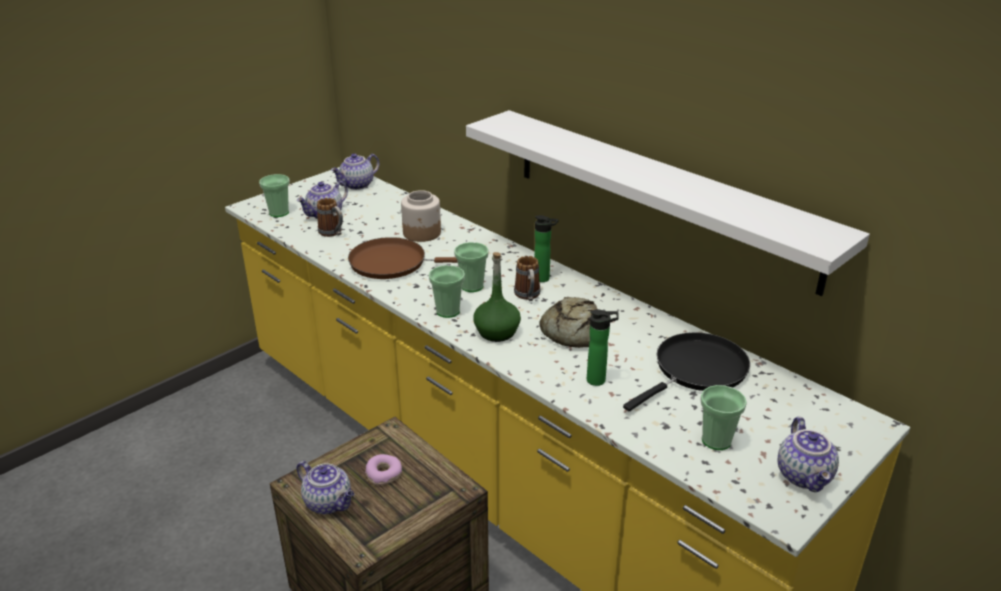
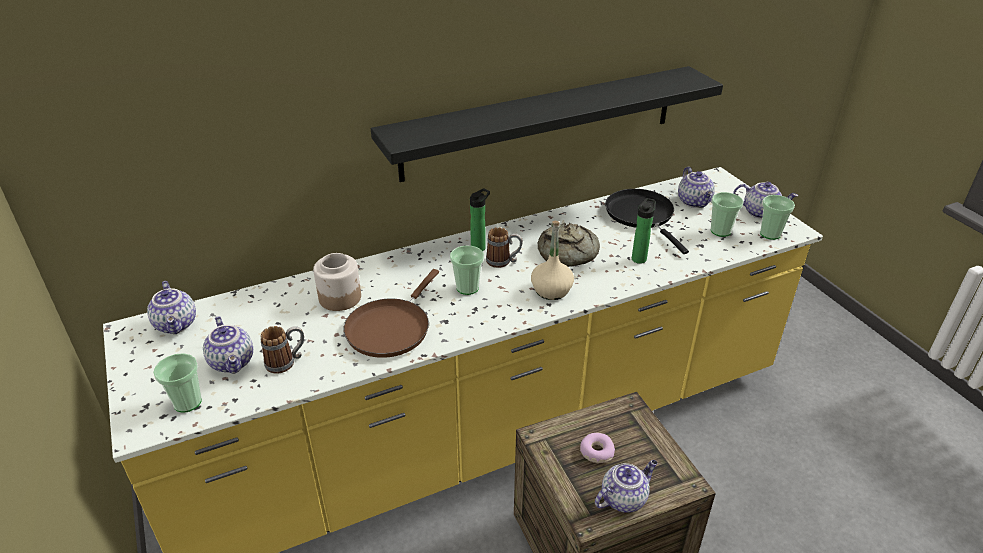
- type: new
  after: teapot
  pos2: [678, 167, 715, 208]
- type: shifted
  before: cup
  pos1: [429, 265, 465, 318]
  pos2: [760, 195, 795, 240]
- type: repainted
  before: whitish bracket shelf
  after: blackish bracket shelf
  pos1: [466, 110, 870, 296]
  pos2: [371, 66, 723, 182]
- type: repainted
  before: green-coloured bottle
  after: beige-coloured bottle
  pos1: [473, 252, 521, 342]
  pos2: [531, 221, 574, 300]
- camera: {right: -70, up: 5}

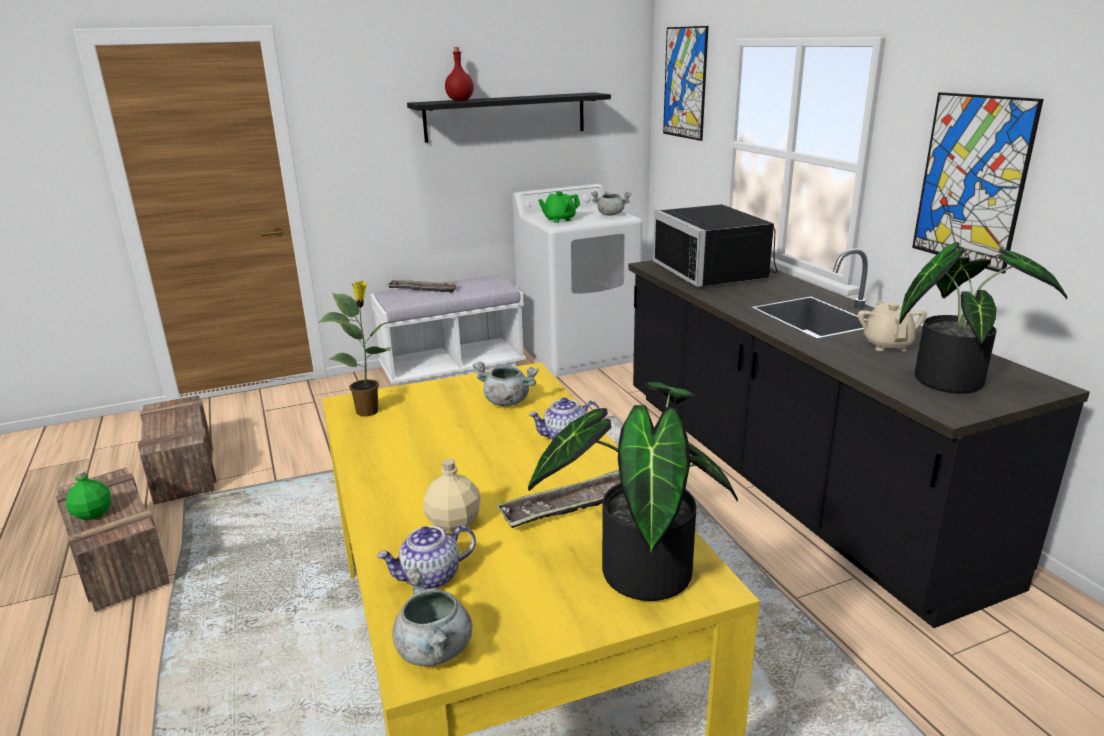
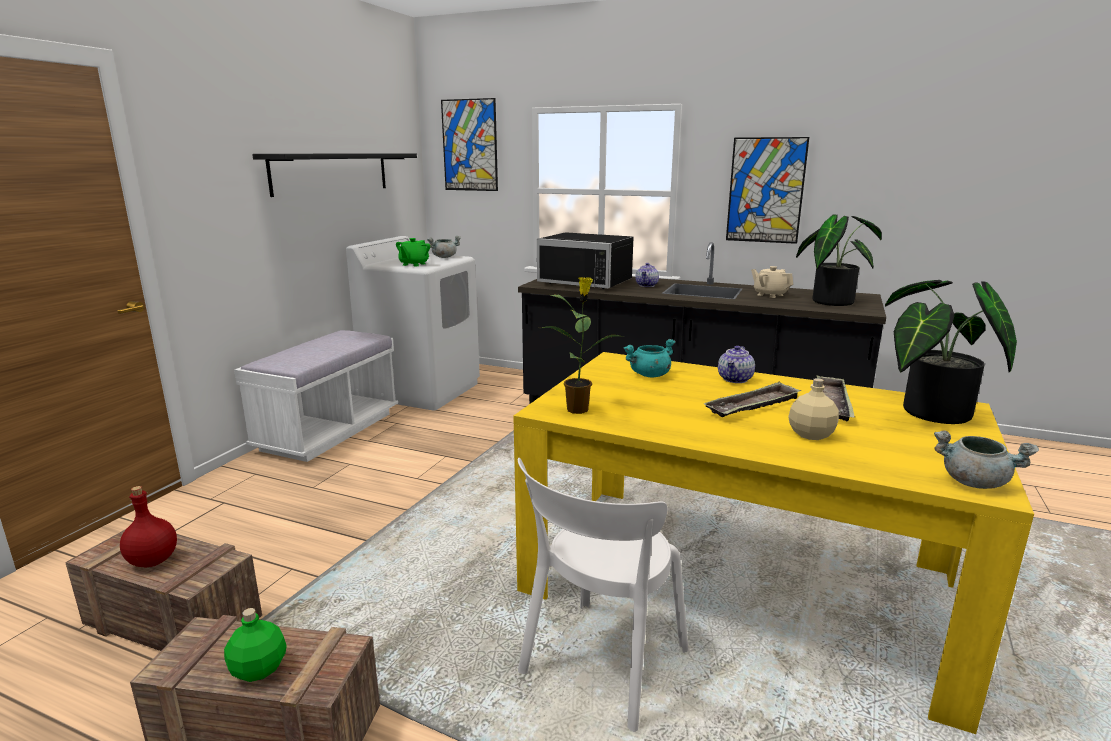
- type: new
  after: whitish upright chair
  pos2: [518, 458, 689, 732]
- type: shifted
  before: teapot
  pos1: [377, 525, 476, 590]
  pos2: [636, 263, 659, 287]
- type: shifted
  before: tray
  pos1: [387, 280, 458, 293]
  pos2: [704, 382, 801, 417]
- type: shifted
  before: red bottle
  pos1: [445, 47, 474, 101]
  pos2: [120, 486, 177, 567]
- type: repainted
  before: greyish stockpot
  after: blue-green stockpot
  pos1: [473, 362, 539, 406]
  pos2: [623, 339, 675, 377]
- camera: {right: -45, up: -5}

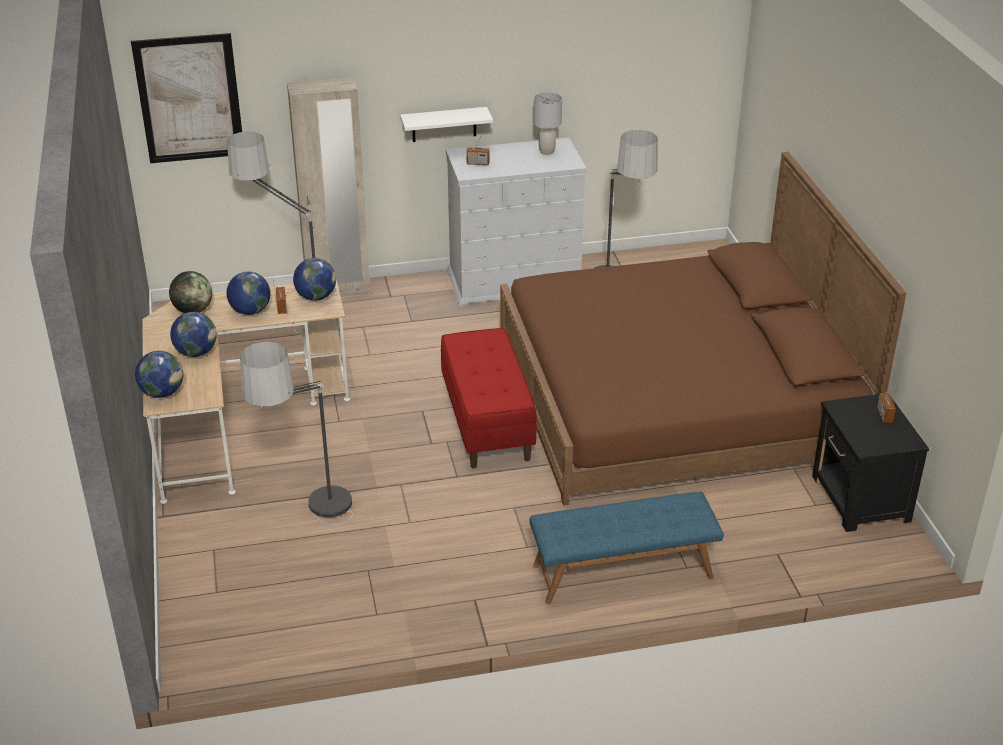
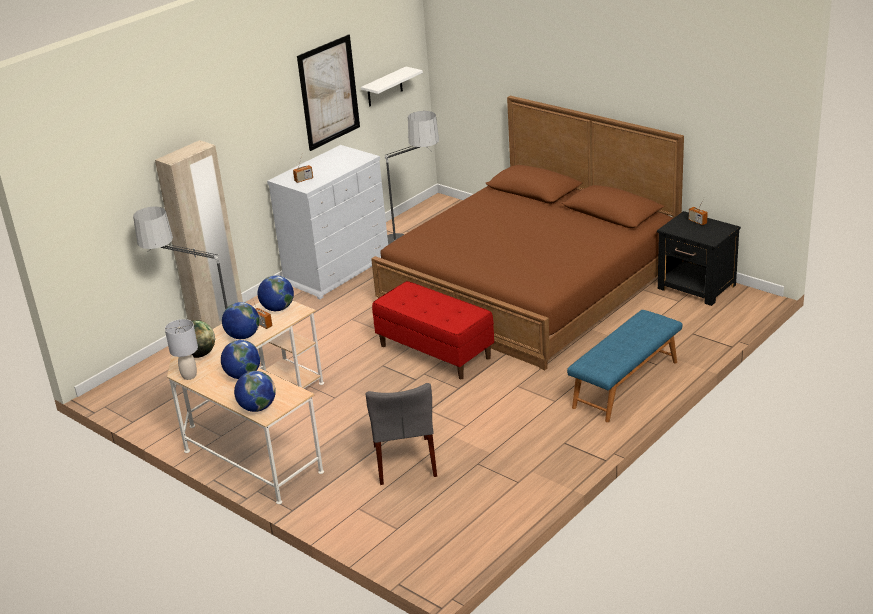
- type: shifted
  before: picture
  pos1: [131, 33, 242, 163]
  pos2: [297, 34, 360, 151]
- type: shifted
  before: whitish bracket shelf
  pos1: [400, 107, 493, 142]
  pos2: [361, 67, 423, 107]
- type: shifted
  before: greyish table lamp
  pos1: [534, 92, 562, 155]
  pos2: [165, 319, 198, 380]
- type: swapped
  before: standard lamp
  after: greyish upright chair
  pos1: [240, 342, 353, 525]
  pos2: [366, 383, 437, 485]
- camera: {right: -35, up: -5}

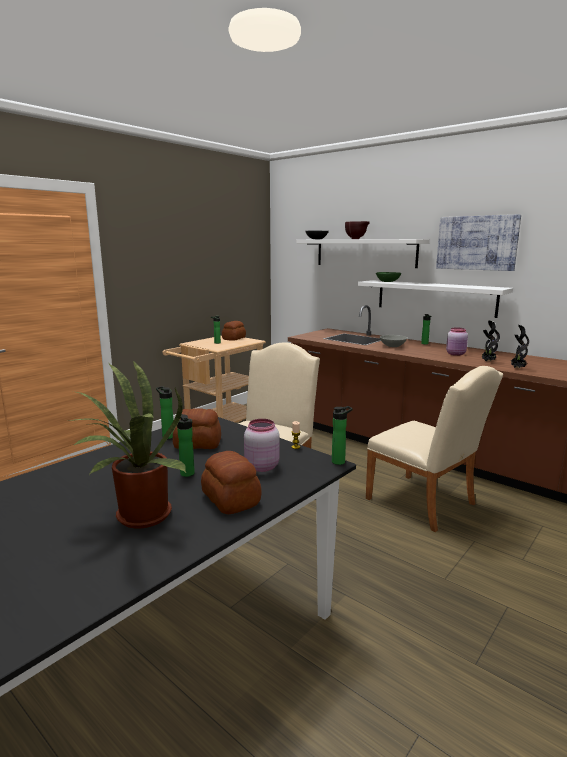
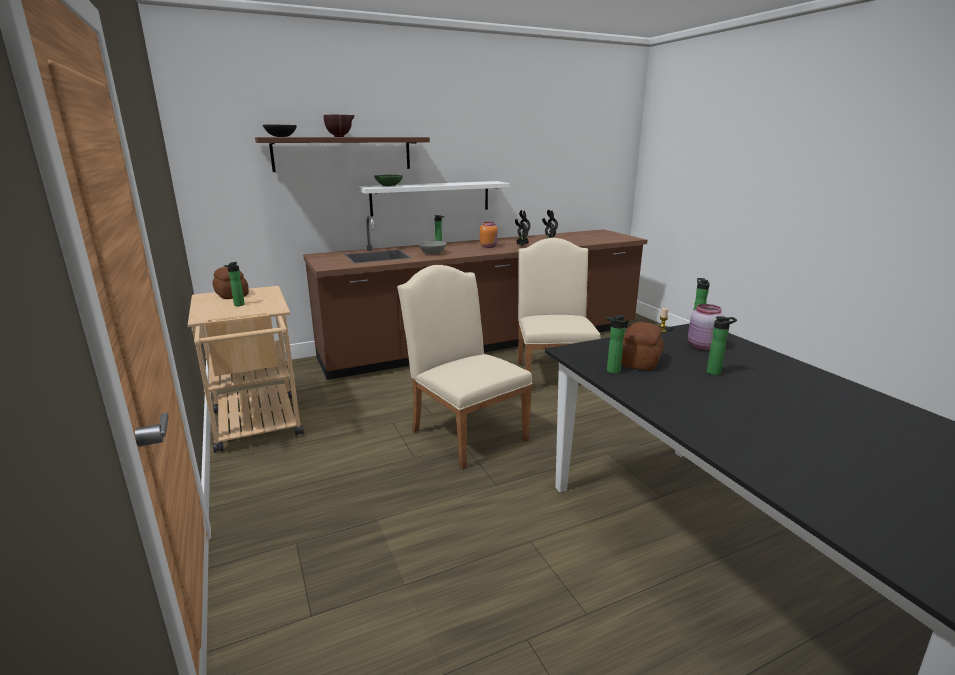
- type: gone
  before: potted plant
  pos1: [70, 360, 186, 528]
- type: gone
  before: bread
  pos1: [201, 451, 261, 514]
- type: gone
  before: picture
  pos1: [436, 214, 521, 271]
- type: repainted
  before: whitish bracket shelf
  after: brownish bracket shelf
  pos1: [296, 239, 430, 268]
  pos2: [255, 137, 430, 172]
- type: repainted
  before: pinkish preserve jar
  after: orange-coloured preserve jar
  pos1: [446, 327, 468, 356]
  pos2: [480, 222, 498, 248]
- type: rotated
  before: beige-coloured upright chair
  pos1: [366, 366, 503, 532]
  pos2: [518, 238, 600, 392]
  turn: -75
- camera: {right: -65, up: 5}

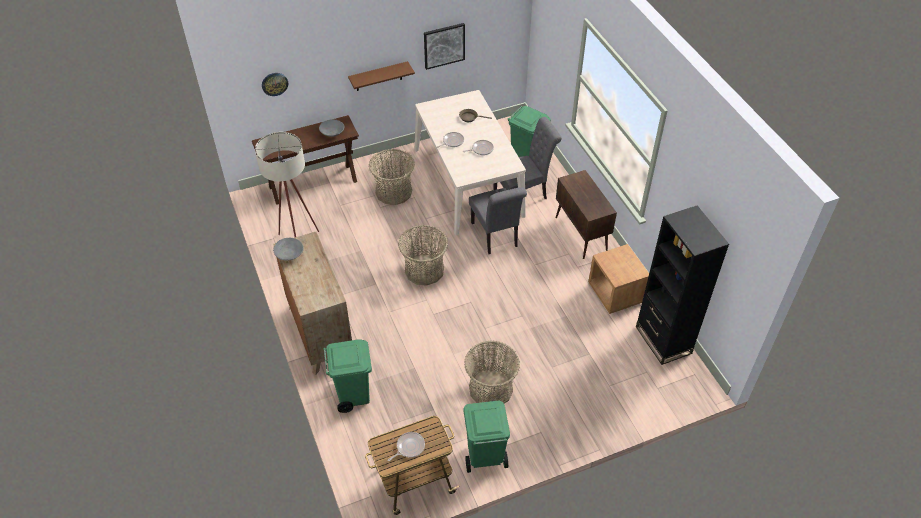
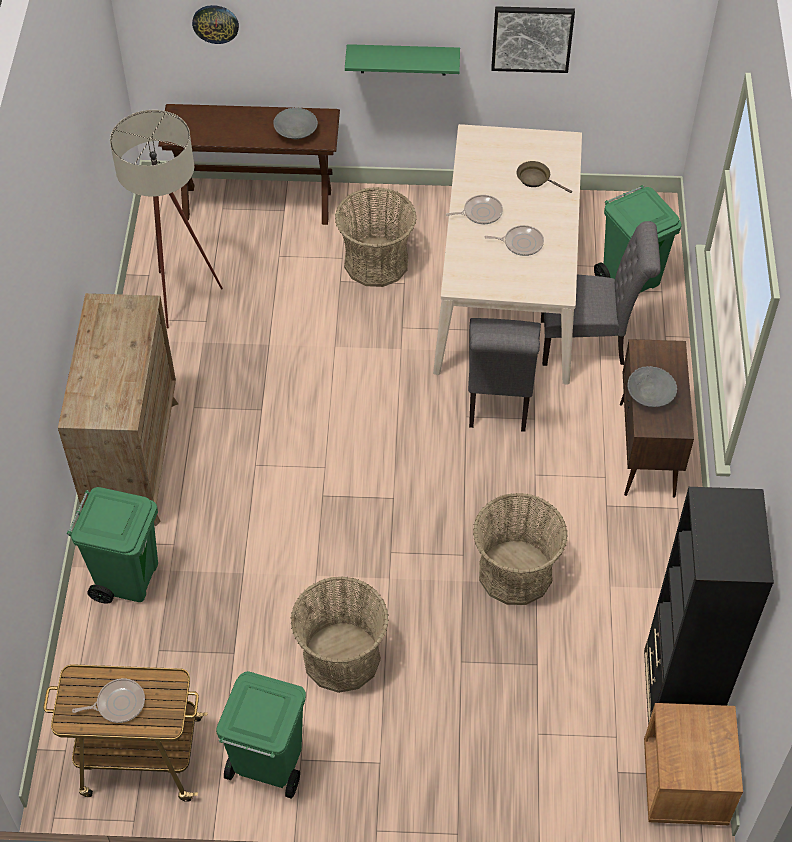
- type: shifted
  before: greyish deep dish
  pos1: [273, 237, 304, 261]
  pos2: [628, 366, 677, 407]
- type: shifted
  before: household basket
  pos1: [398, 225, 448, 286]
  pos2: [473, 493, 568, 605]
- type: shifted
  before: brownish night table
  pos1: [588, 244, 649, 314]
  pos2: [644, 703, 743, 825]
- type: repainted
  before: brownish bracket shelf
  after: green-coloured bracket shelf
  pos1: [348, 61, 415, 91]
  pos2: [345, 44, 460, 76]
- camera: {right: 25, up: 5}

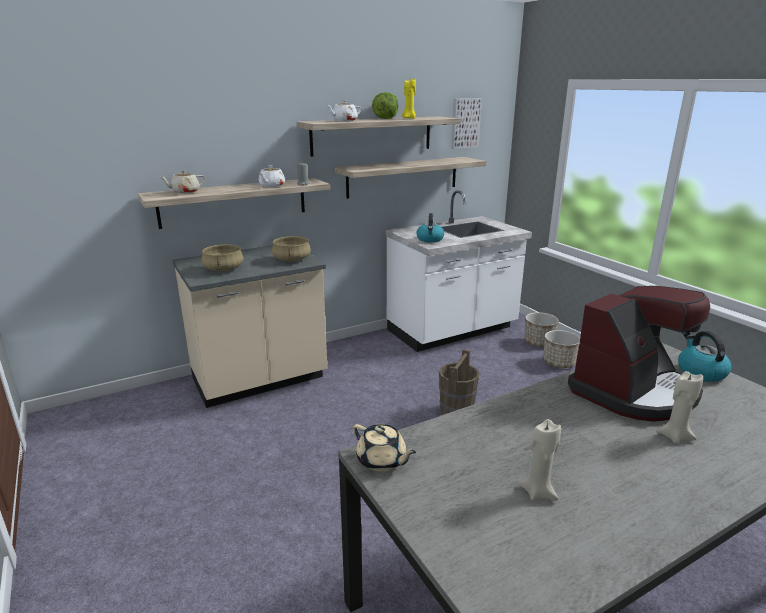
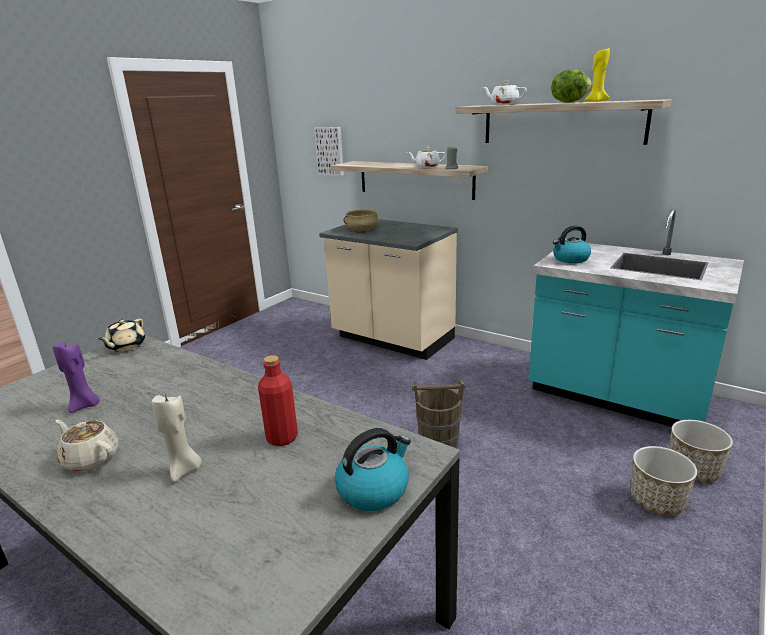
- type: gone
  before: beige-coloured stockpot
  pos1: [272, 236, 311, 262]
- type: gone
  before: bracket shelf
  pos1: [335, 157, 486, 199]
- type: shifted
  before: beige-coloured teapot
  pos1: [160, 170, 205, 194]
  pos2: [55, 420, 118, 472]
- type: shifted
  before: picture
  pos1: [451, 98, 482, 149]
  pos2: [314, 127, 344, 176]
- type: swapped
  before: coffee brewer
  after: red bottle
  pos1: [568, 286, 710, 422]
  pos2: [258, 355, 298, 446]
- type: repainted
  before: whitish kitchen counter
  after: blue-green kitchen counter
  pos1: [386, 190, 532, 352]
  pos2: [528, 208, 744, 427]
- type: repainted
  before: beige-coloured candle
  after: purple candle
  pos1: [518, 419, 561, 501]
  pos2: [53, 341, 99, 413]
- camera: {right: 65, up: 0}

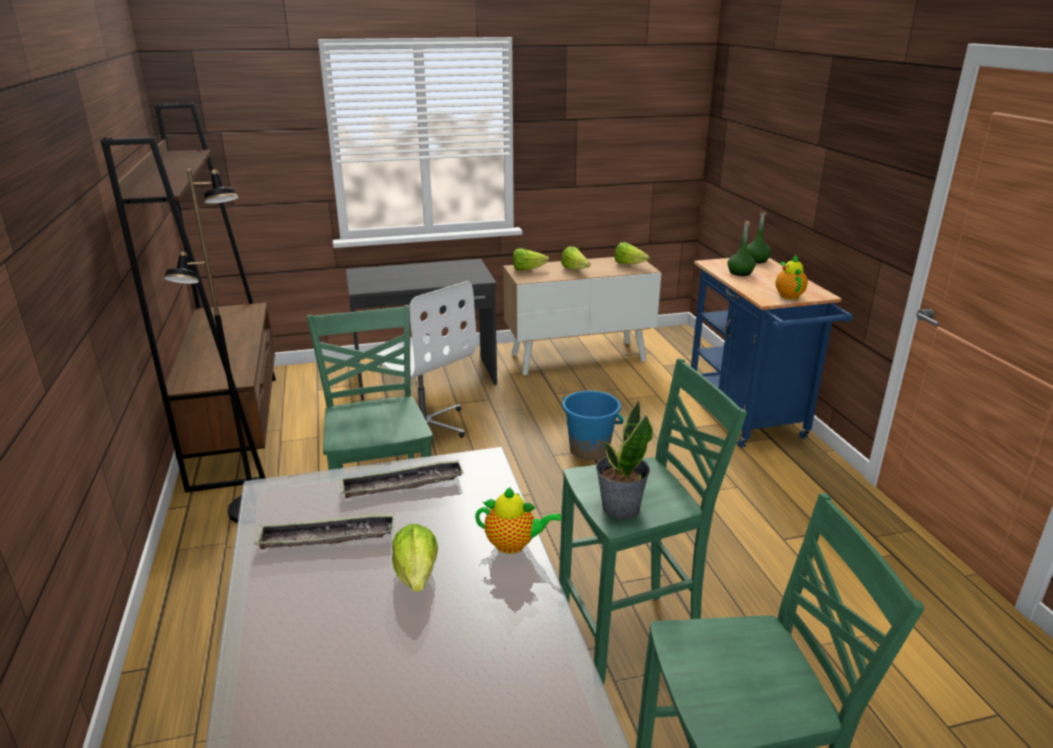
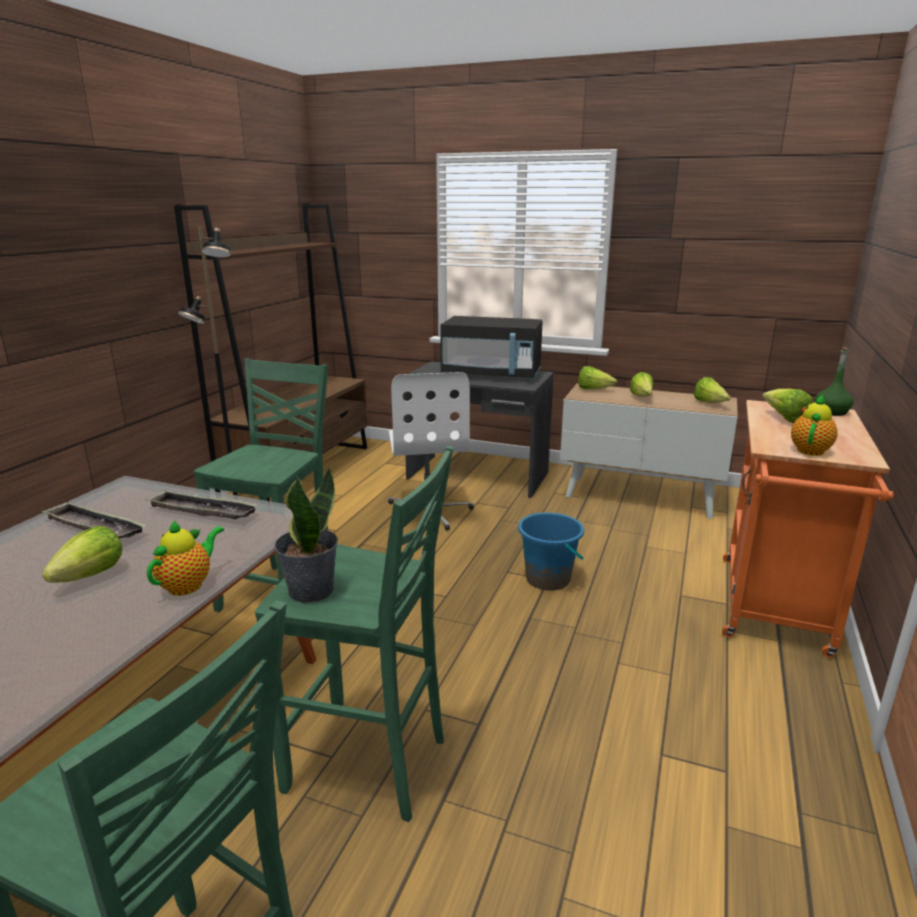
- type: new
  after: blackish microwave
  pos2: [440, 316, 543, 380]
- type: swapped
  before: green-coloured bottle
  after: lettuce
  pos1: [728, 221, 756, 276]
  pos2: [762, 389, 813, 423]
- type: repainted
  before: blue-coloured wheeled cart
  after: orange-coloured wheeled cart
  pos1: [691, 258, 853, 448]
  pos2: [722, 400, 894, 658]
- type: rotated
  before: teapot
  pos1: [475, 487, 561, 554]
  pos2: [147, 520, 224, 596]
  turn: -105
- camera: {right: 35, up: -5}

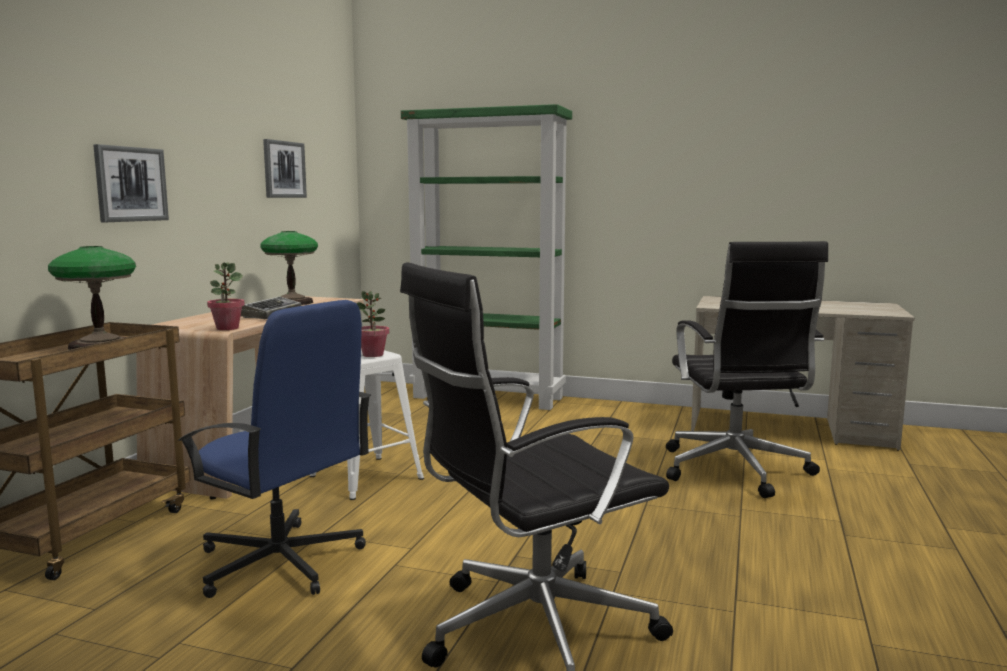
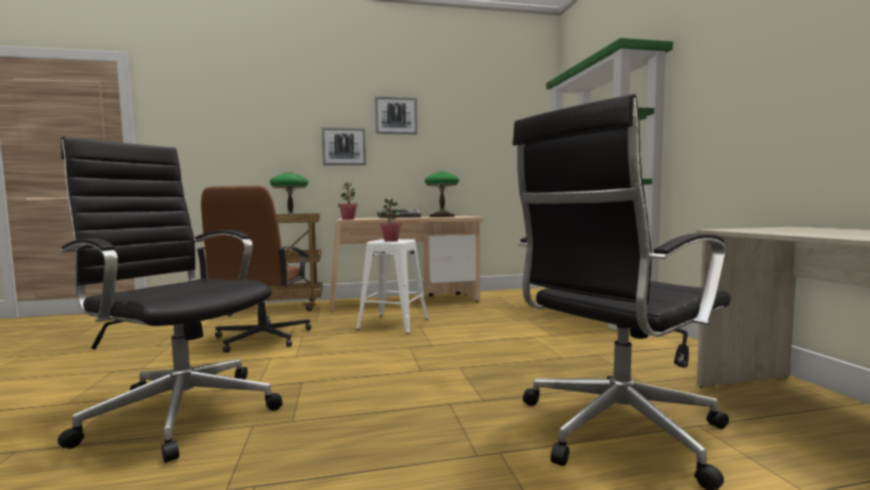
- type: shifted
  before: picture
  pos1: [263, 139, 307, 198]
  pos2: [375, 96, 417, 134]
- type: repainted
  before: blue-coloured desk chair
  after: brownish desk chair
  pos1: [178, 300, 371, 598]
  pos2: [196, 186, 311, 353]
- camera: {right: 60, up: -5}

